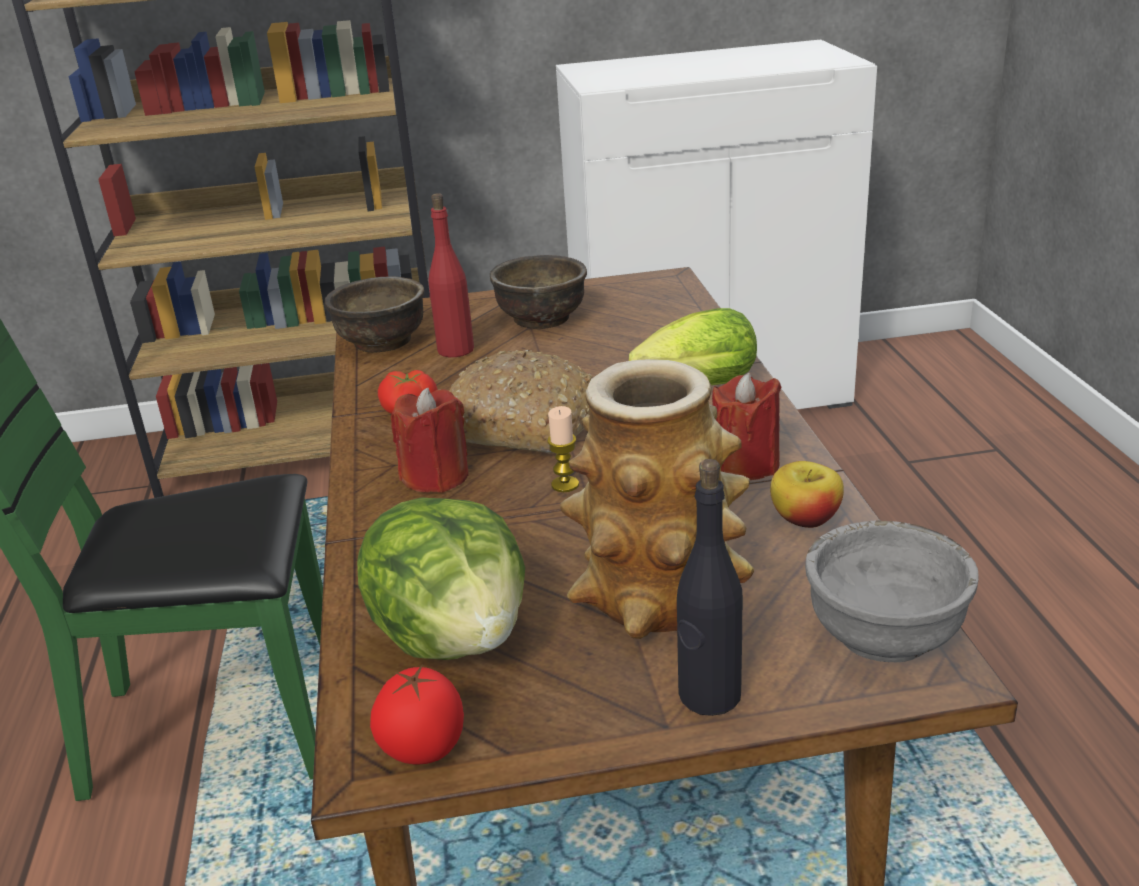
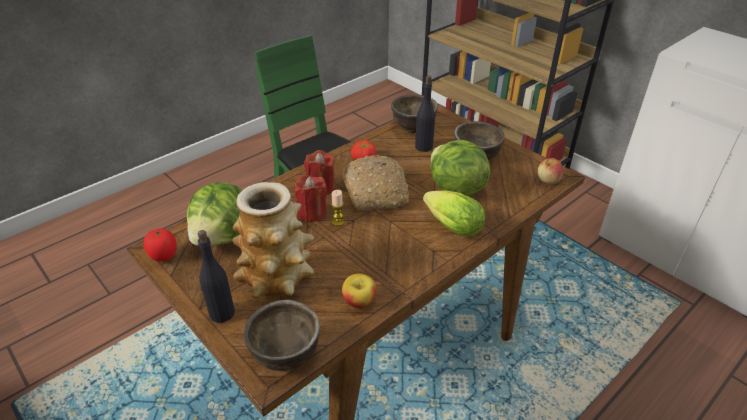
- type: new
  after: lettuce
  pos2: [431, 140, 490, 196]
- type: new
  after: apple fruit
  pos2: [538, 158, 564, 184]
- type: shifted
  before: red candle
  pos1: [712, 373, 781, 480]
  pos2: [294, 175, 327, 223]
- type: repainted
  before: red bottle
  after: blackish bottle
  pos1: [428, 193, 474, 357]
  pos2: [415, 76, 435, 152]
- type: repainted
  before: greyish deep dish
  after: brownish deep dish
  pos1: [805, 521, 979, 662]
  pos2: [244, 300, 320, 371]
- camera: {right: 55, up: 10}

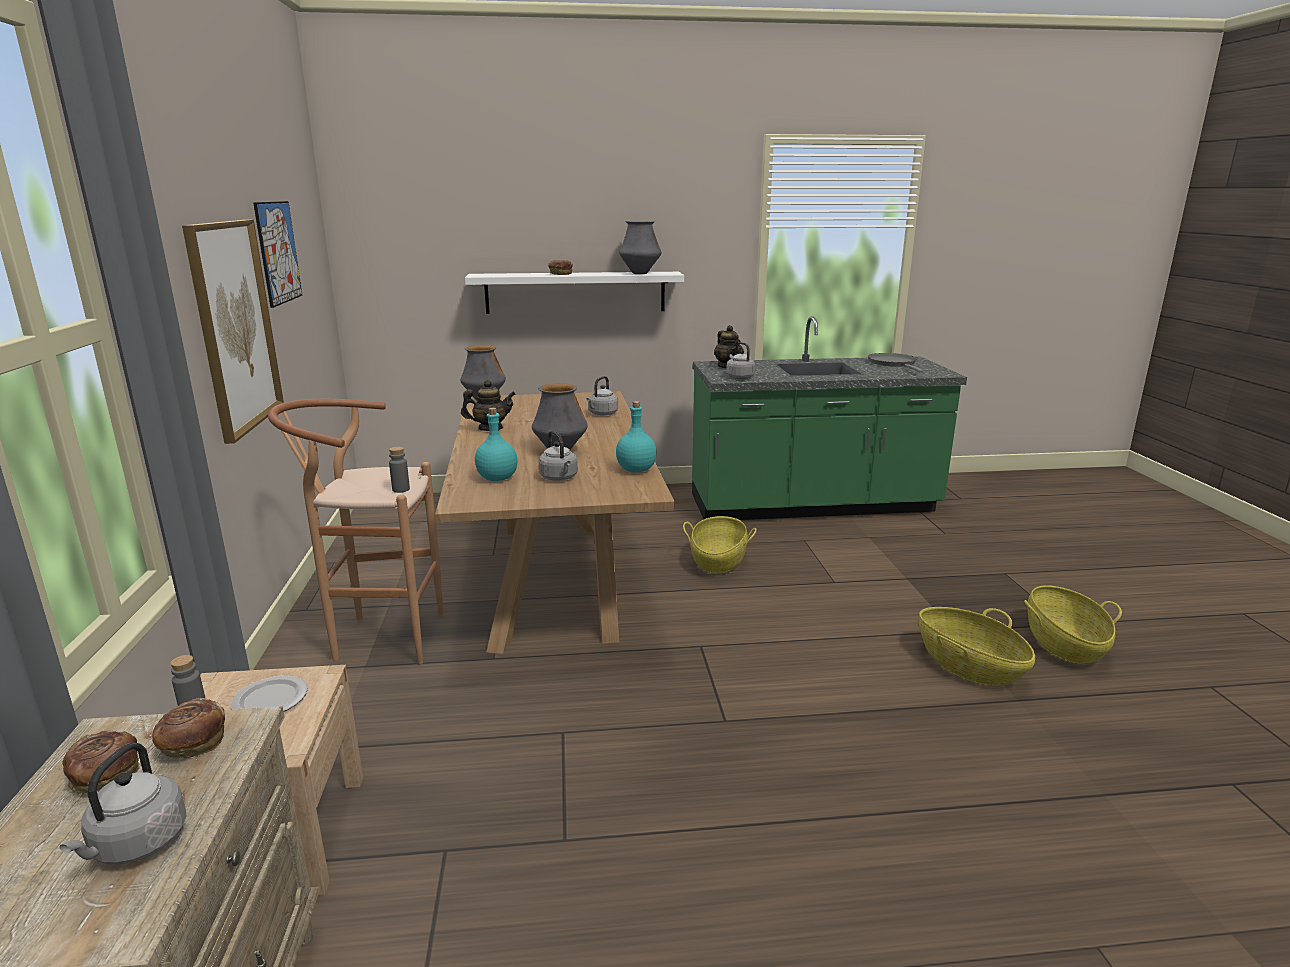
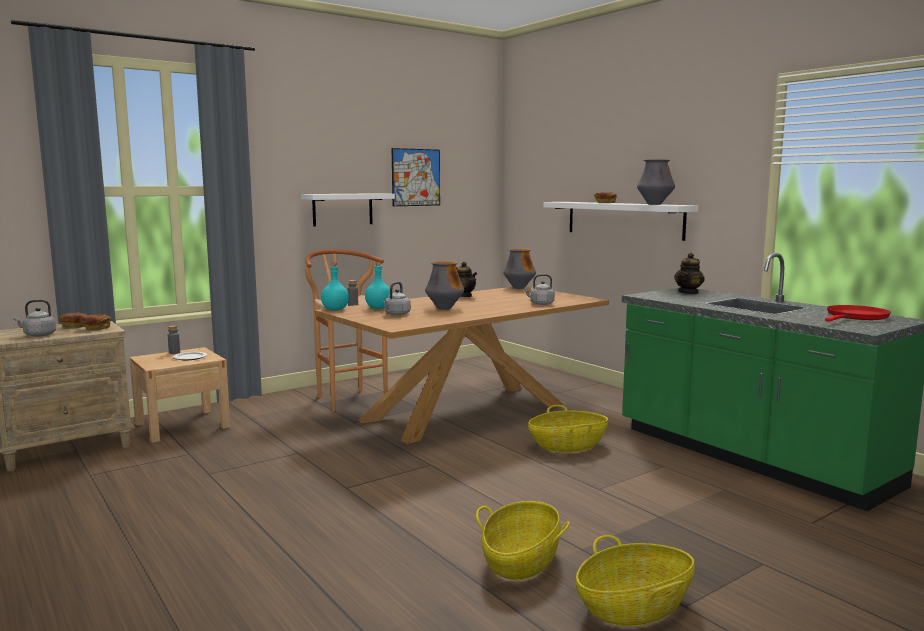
- type: gone
  before: greyish tea kettle
  pos1: [726, 342, 755, 379]
- type: shifted
  before: blue-green bottle
  pos1: [616, 401, 657, 473]
  pos2: [321, 263, 349, 310]
- type: swapped
  before: picture
  after: whitish bracket shelf
  pos1: [182, 220, 284, 444]
  pos2: [301, 193, 395, 226]
- type: repainted
  before: greyish frying pan
  after: red frying pan
  pos1: [868, 353, 923, 372]
  pos2: [825, 305, 891, 322]
- camera: {right: 60, up: -10}

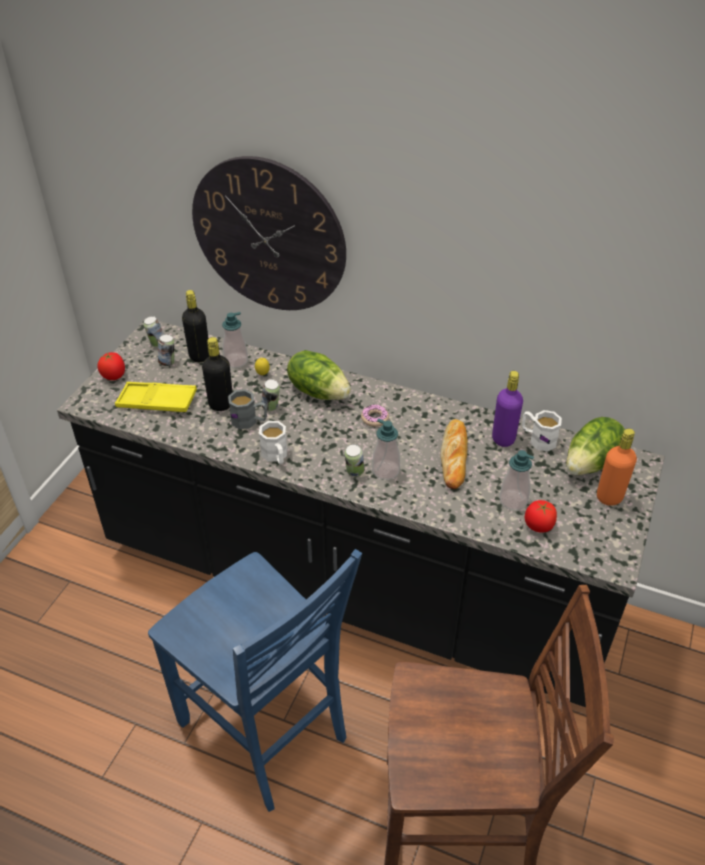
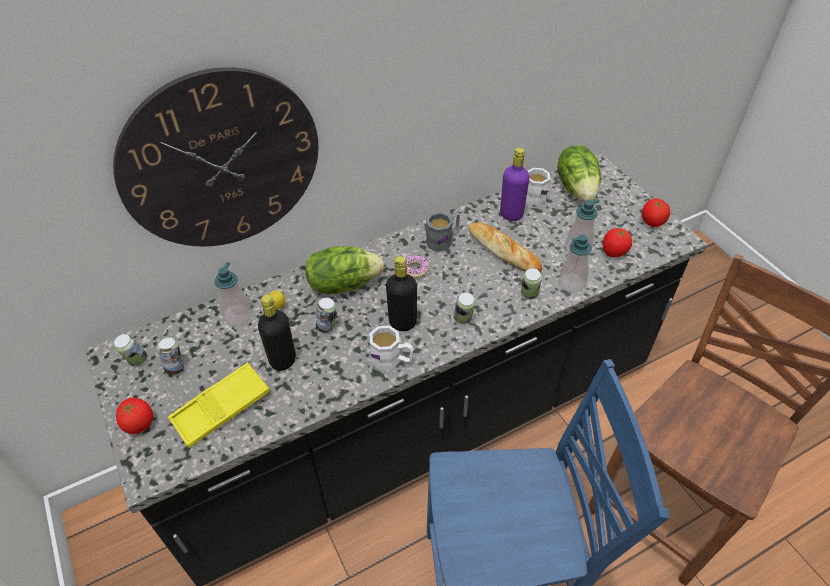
- type: gone
  before: orange-coloured bottle
  pos1: [597, 429, 637, 506]
- type: new
  after: metal can
  pos2: [521, 268, 542, 299]
- type: new
  after: fresh tomato
  pos2: [642, 199, 670, 227]
- type: shifted
  before: blackish bottle
  pos1: [182, 290, 209, 362]
  pos2: [386, 256, 417, 331]
- type: shifted
  before: greyish coffee mug
  pos1: [228, 389, 267, 429]
  pos2: [426, 212, 460, 252]
- type: shifted
  before: liquid soap bottle
  pos1: [372, 419, 400, 480]
  pos2: [558, 234, 592, 293]
- camera: {right: -50, up: 5}

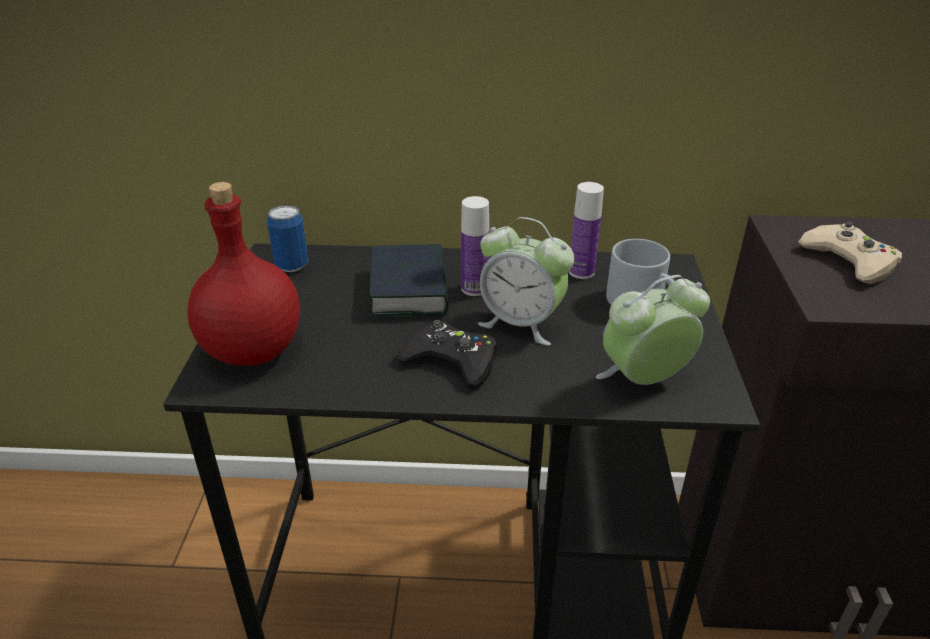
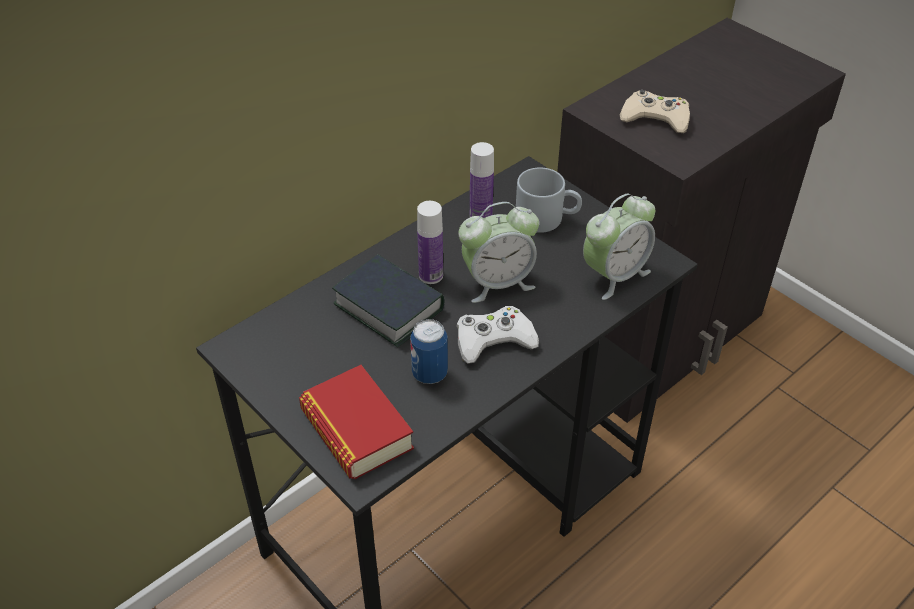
- type: shifted
  before: metal can
  pos1: [267, 205, 309, 272]
  pos2: [410, 319, 448, 384]
- type: swapped
  before: red bottle
  after: bound book
  pos1: [187, 182, 300, 366]
  pos2: [299, 365, 414, 479]
- type: repainted
  before: blackish game controller
  after: whitish game controller
  pos1: [398, 320, 497, 386]
  pos2: [456, 306, 539, 364]
- type: rotated
  before: table clock
  pos1: [596, 275, 710, 385]
  pos2: [583, 193, 655, 300]
  turn: -150
- camera: {right: -45, up: 10}

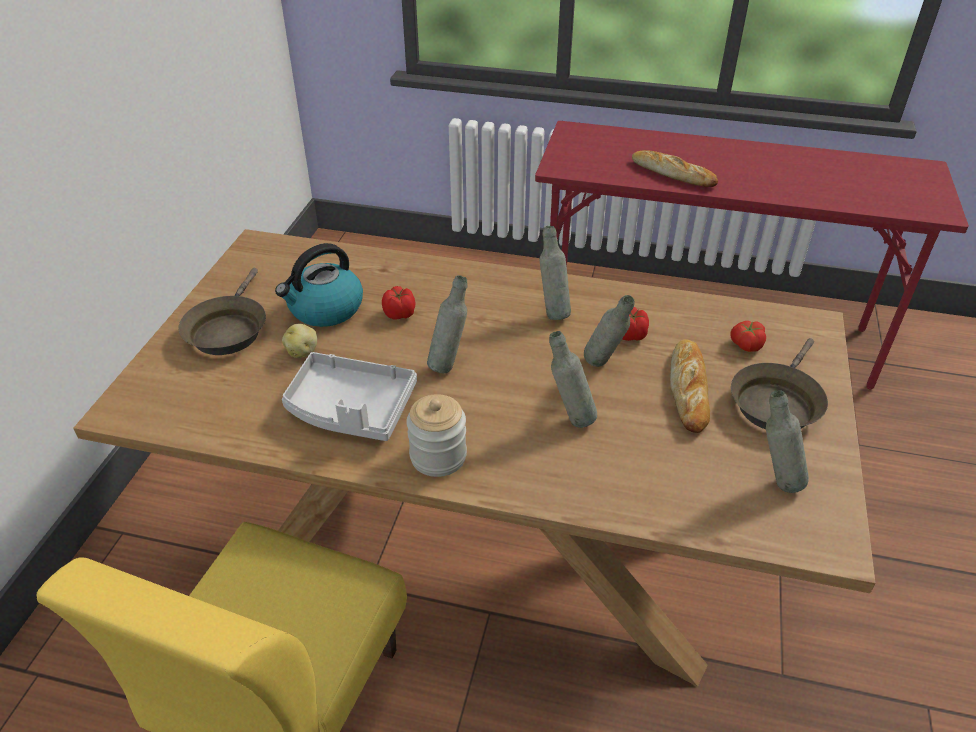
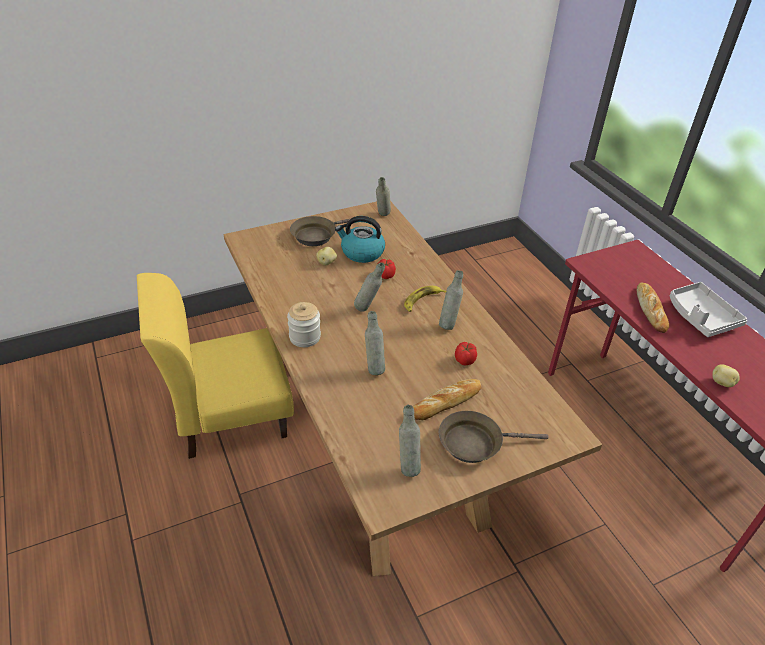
- type: gone
  before: fresh tomato
  pos1: [730, 321, 766, 352]
- type: new
  after: banana
  pos2: [404, 286, 446, 312]
- type: new
  after: spud
  pos2: [712, 364, 739, 387]
- type: shifted
  before: greyish tray
  pos1: [282, 352, 417, 441]
  pos2: [670, 282, 747, 337]
- type: shifted
  before: greyish bottle
  pos1: [584, 295, 634, 367]
  pos2: [376, 177, 391, 216]
- camera: {right: 50, up: 0}

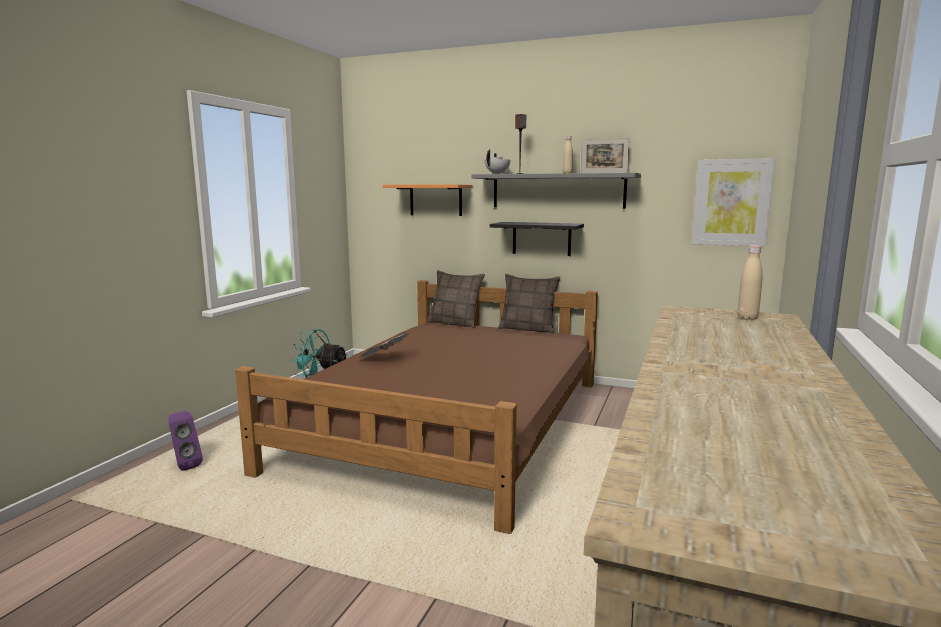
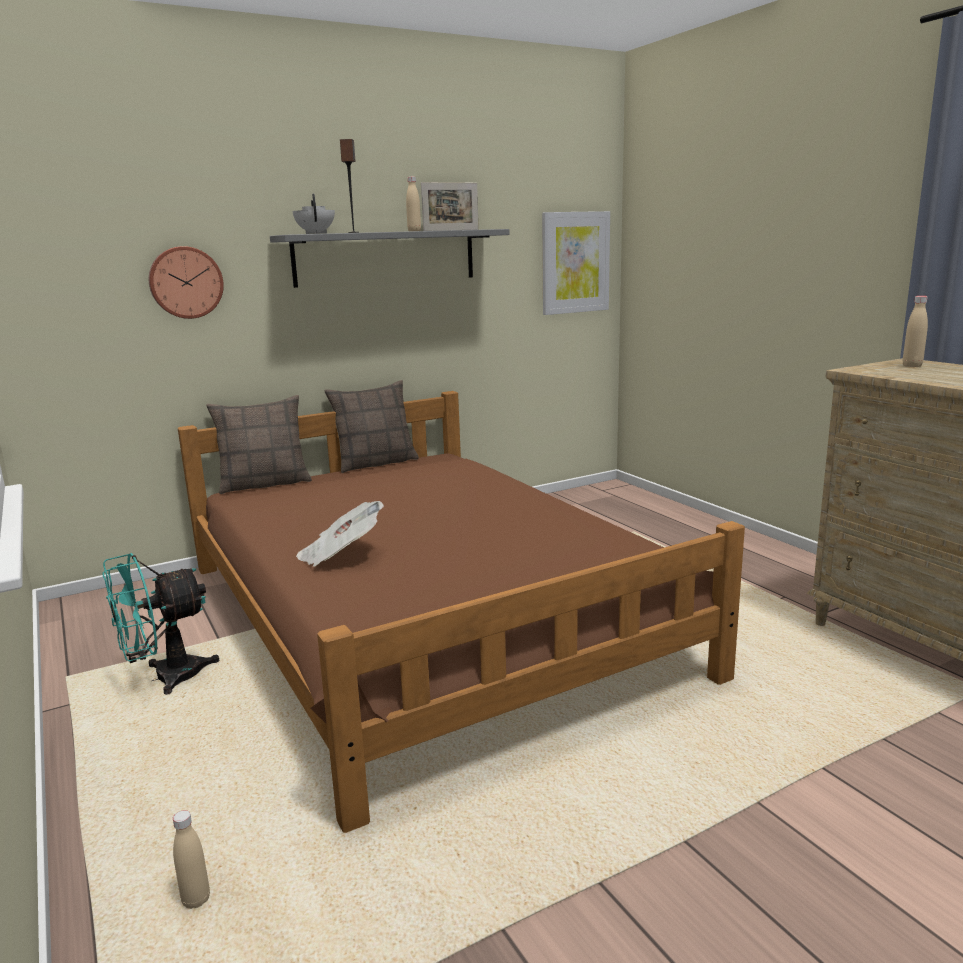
- type: gone
  before: blackish bracket shelf
  pos1: [490, 222, 584, 256]
- type: swapped
  before: purple audio speaker
  after: beige-coloured bottle
  pos1: [169, 411, 203, 471]
  pos2: [173, 810, 210, 909]
- type: swapped
  before: orange-coloured bracket shelf
  after: wall clock
  pos1: [383, 184, 473, 216]
  pos2: [149, 246, 224, 319]
- camera: {right: -50, up: 5}

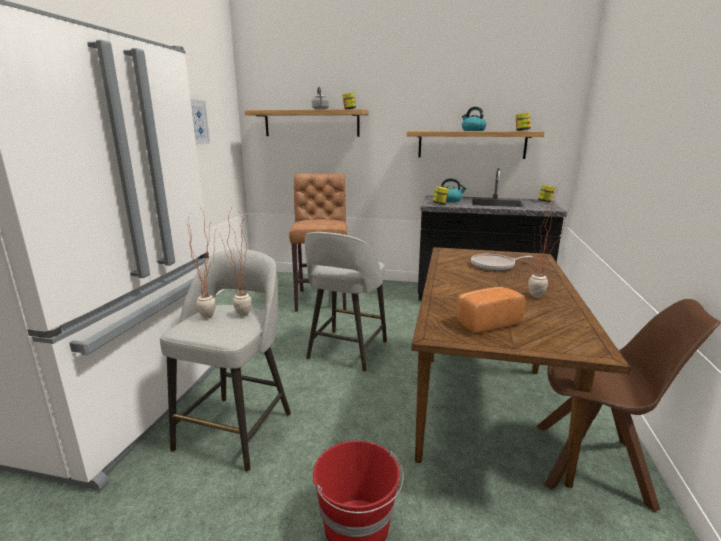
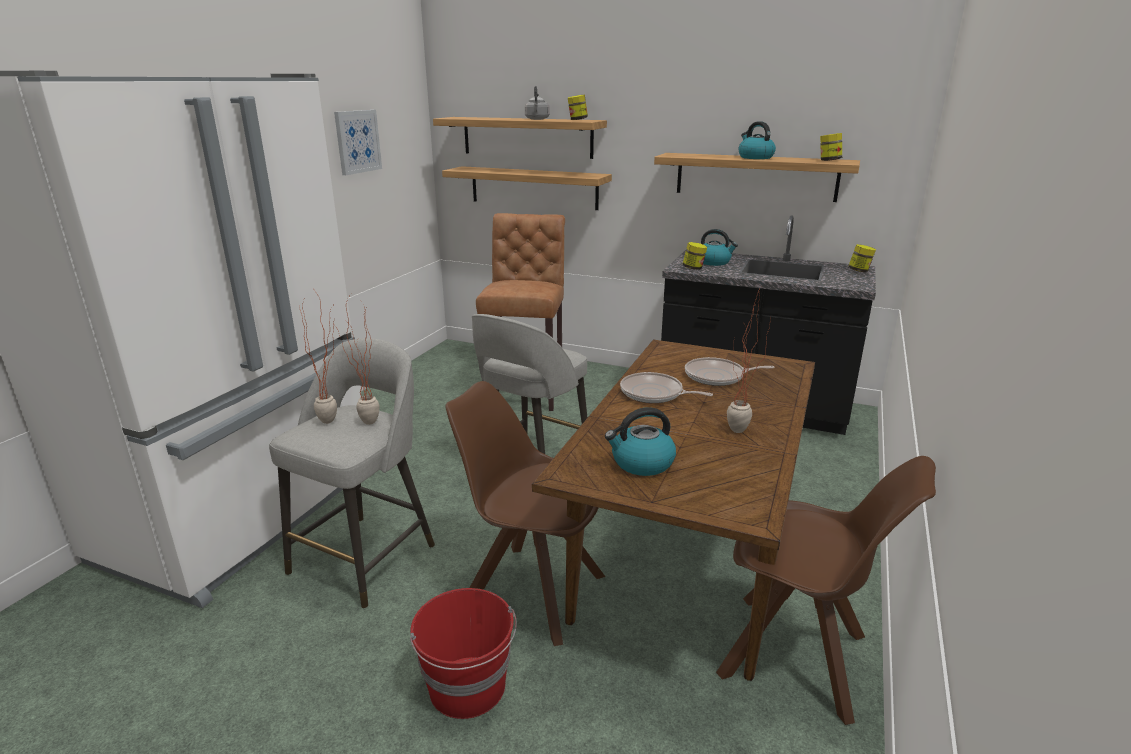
- type: new
  after: bracket shelf
  pos2: [442, 166, 612, 210]
- type: new
  after: brownish upright chair
  pos2: [445, 381, 605, 646]
- type: new
  after: frying pan
  pos2: [620, 372, 713, 403]
- type: swapped
  before: bread
  after: tea kettle
  pos1: [456, 287, 525, 333]
  pos2: [605, 407, 676, 476]
- camera: {right: 10, up: 5}

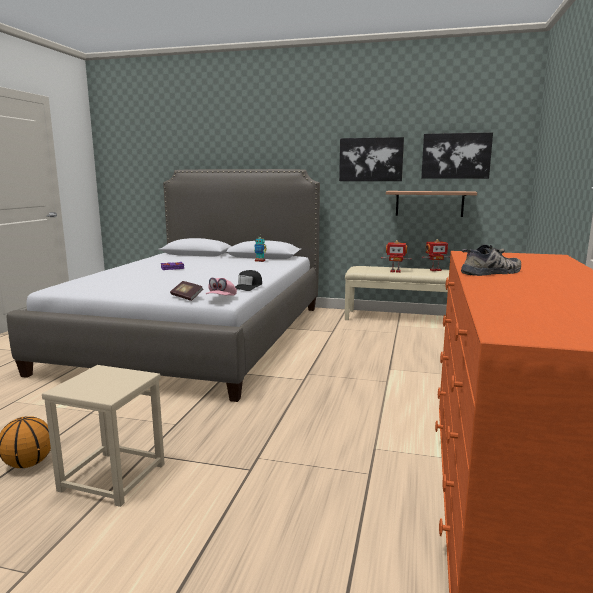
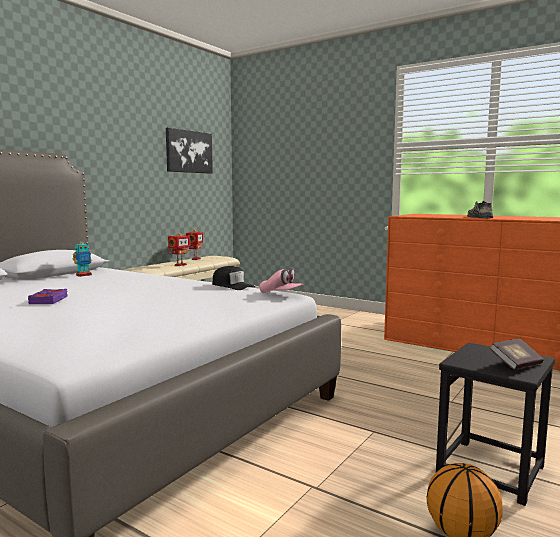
- type: gone
  before: picture
  pos1: [339, 137, 404, 181]
- type: gone
  before: bracket shelf
  pos1: [386, 191, 477, 217]
- type: shifted
  before: bound book
  pos1: [170, 281, 203, 301]
  pos2: [490, 339, 544, 370]
- type: repainted
  before: beige-coloured stool
  after: blackish stool
  pos1: [42, 365, 165, 507]
  pos2: [436, 342, 555, 506]
- camera: {right: -70, up: -5}

